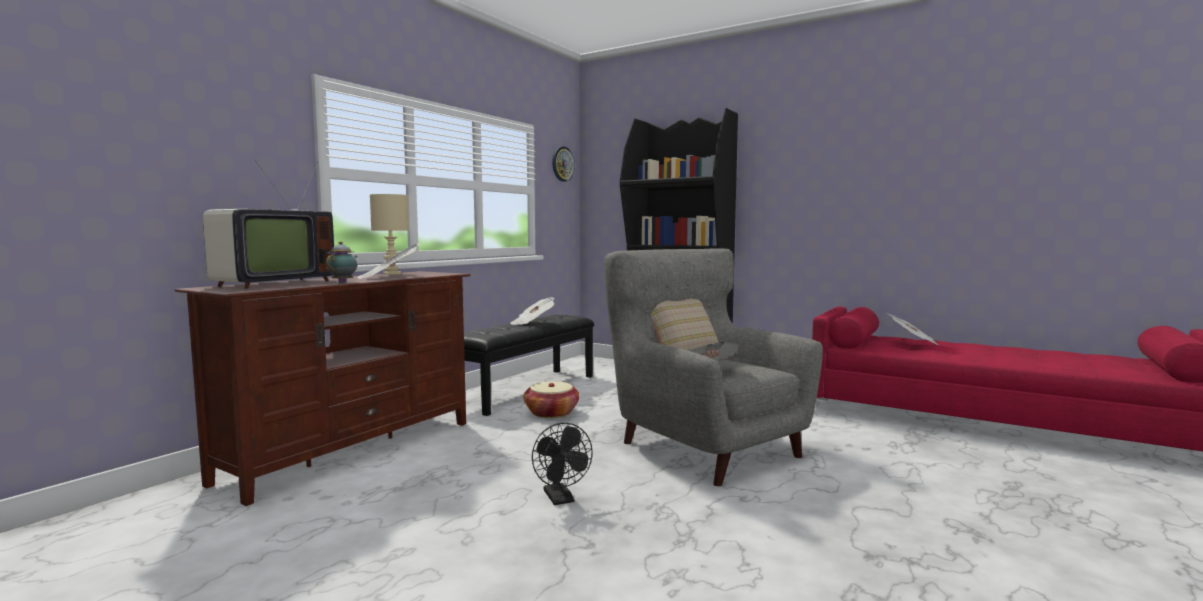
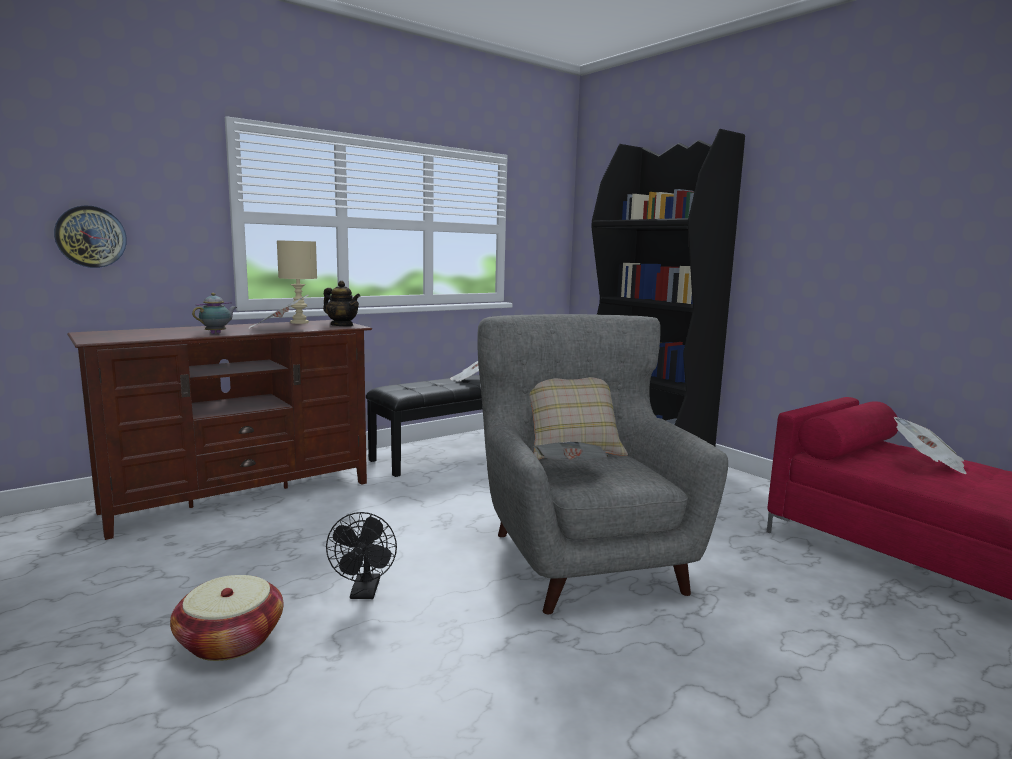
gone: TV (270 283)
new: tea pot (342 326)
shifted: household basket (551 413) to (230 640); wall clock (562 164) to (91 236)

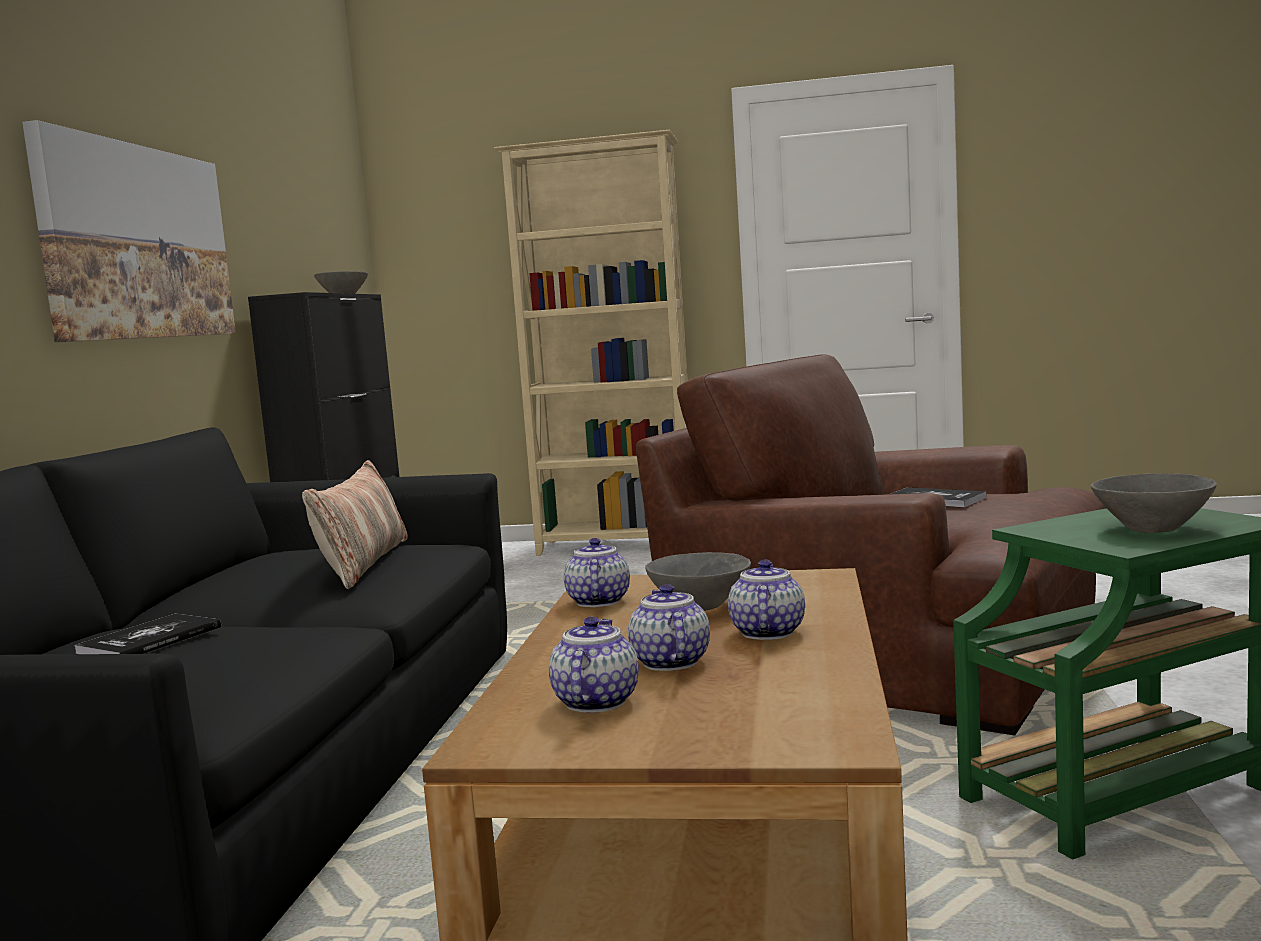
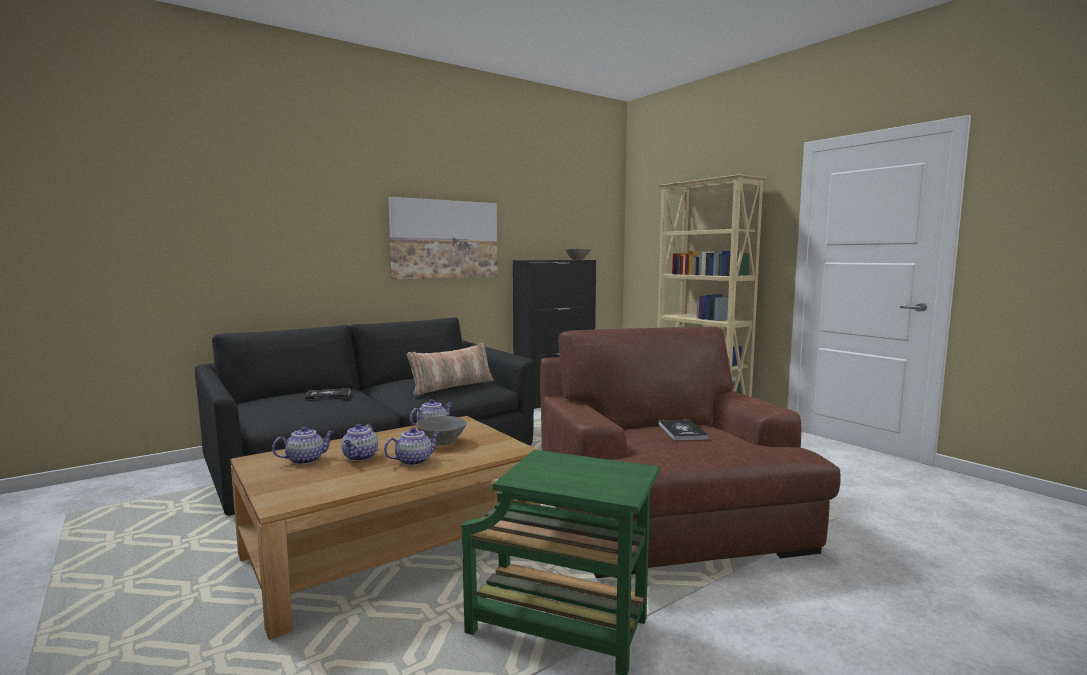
gone: gray serving bowl (1150 528)
rotated: tea pot (669 662) = (360 457) 150 degrees clockwise

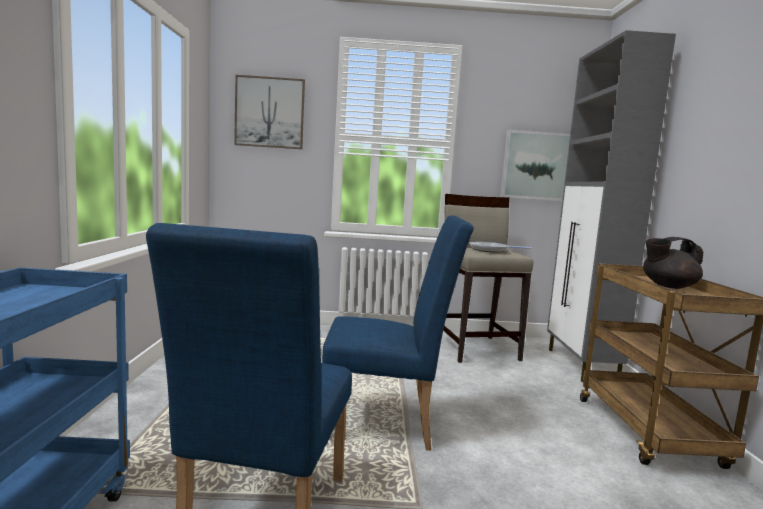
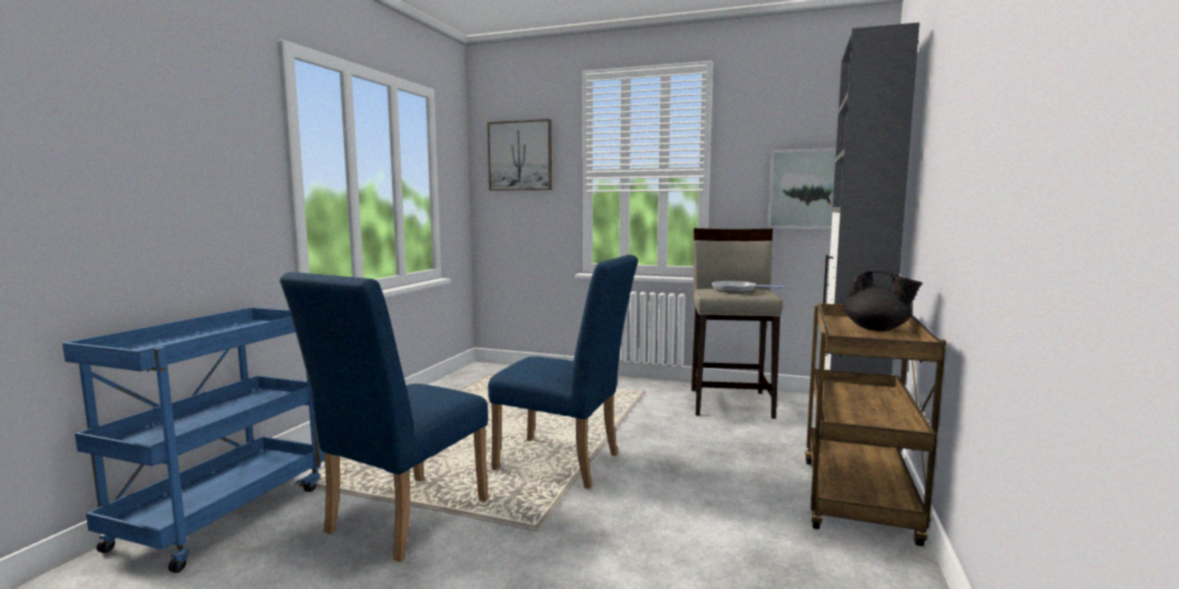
rotated: black tea pot (668 286) = (877 329) 150 degrees counterclockwise

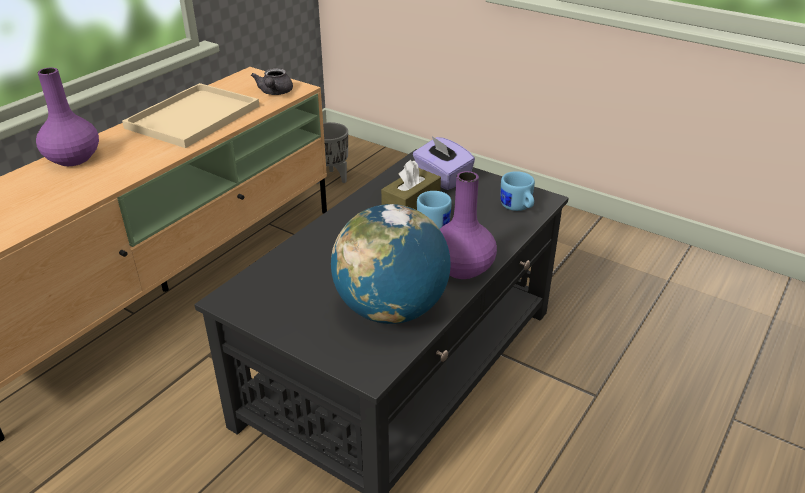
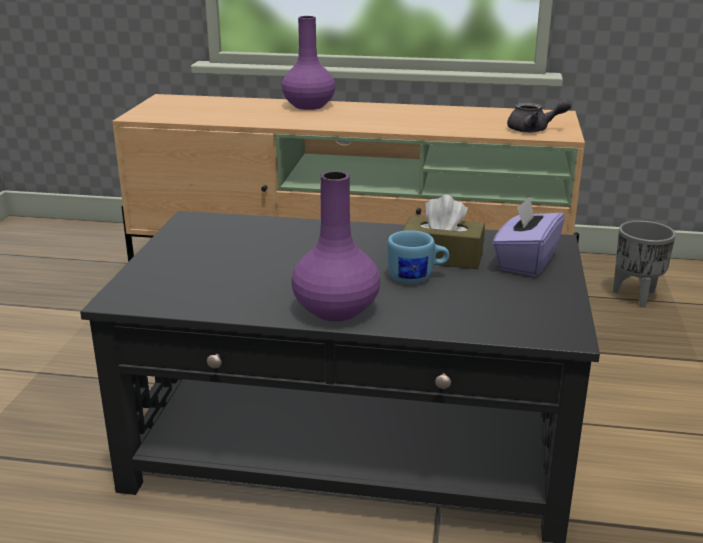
gone: beige-coloured carrying tray (194 116); desk globe (391 310); blue-coloured coffee mug (517 208)
rotated: gray tea pot (274 93) = (534 130) 150 degrees counterclockwise

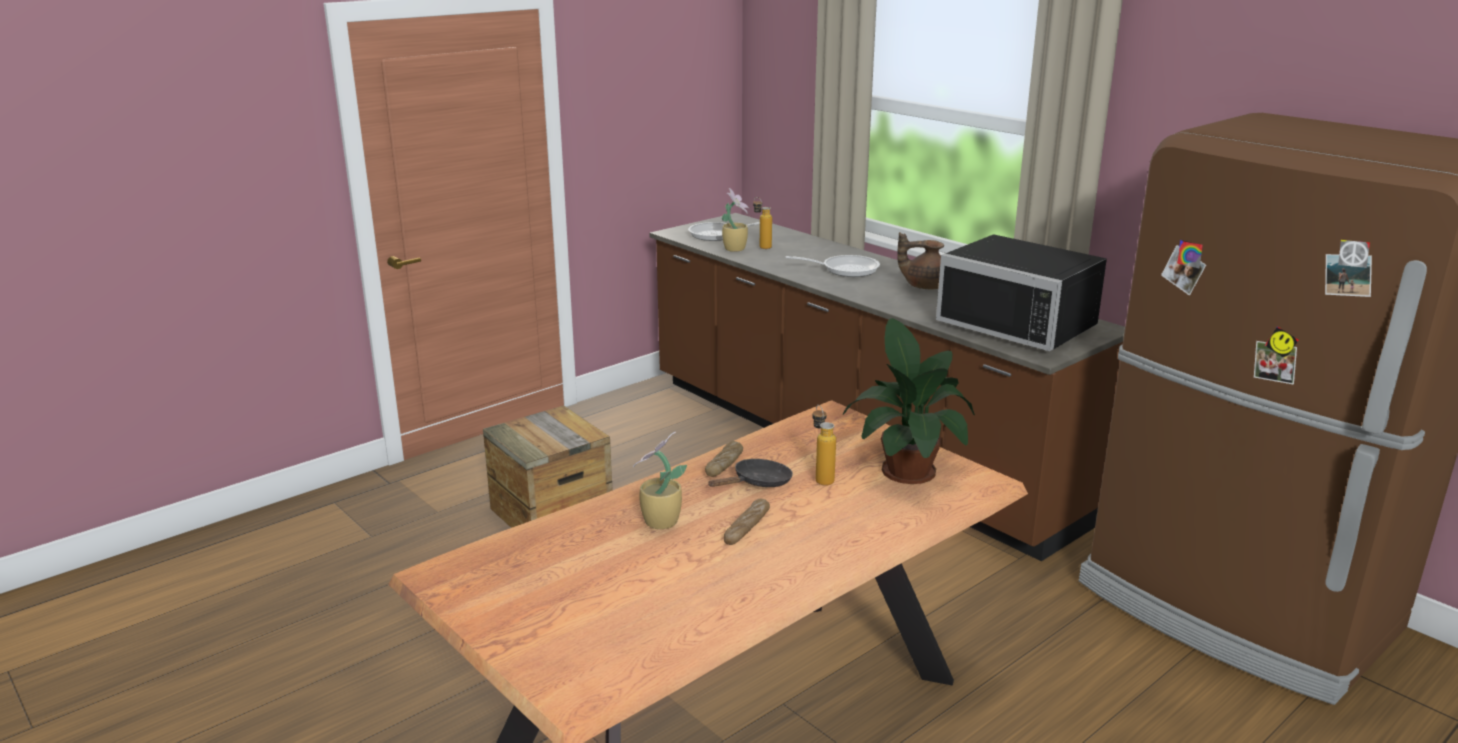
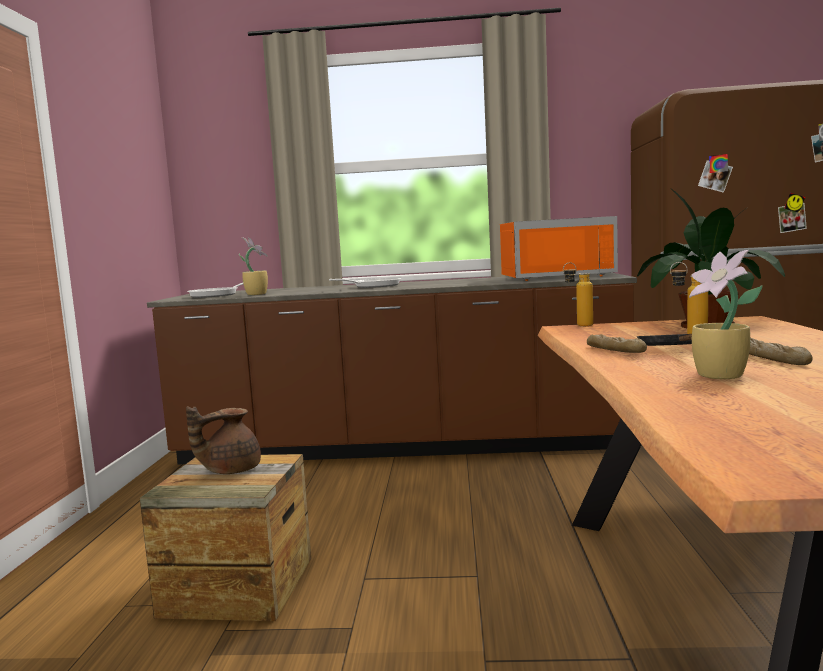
shifted: drink bottle (761 246) to (578 325); brown-coloured tea pot (923 286) to (230 470)
repainted: black microwave (1022 324) to orange microwave (555 276)

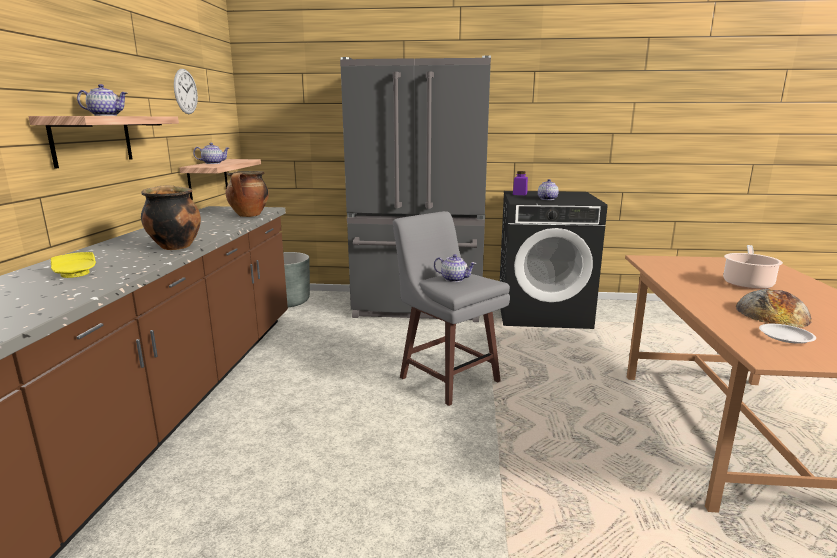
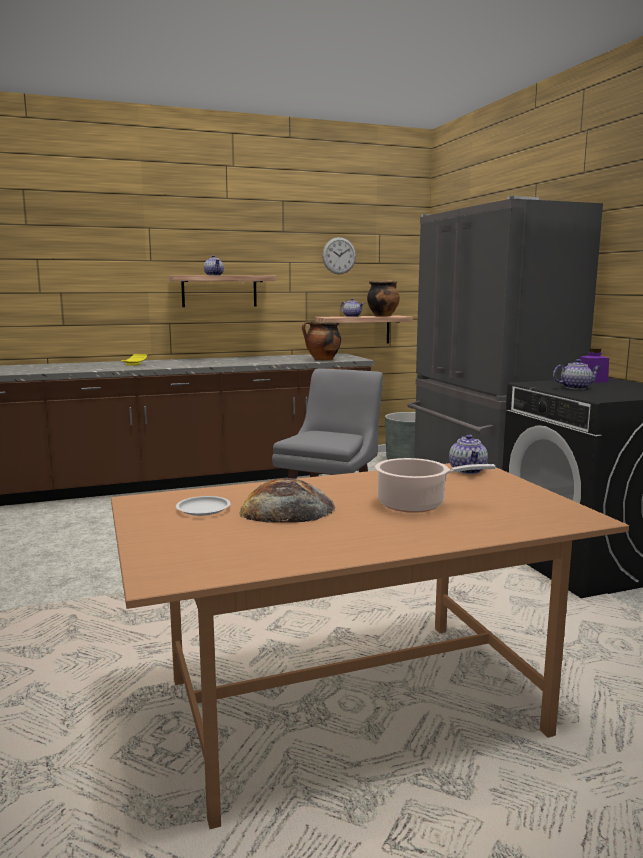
shifted: cooking pot (174 246) to (383 316); tea pot (454 279) to (468 470)

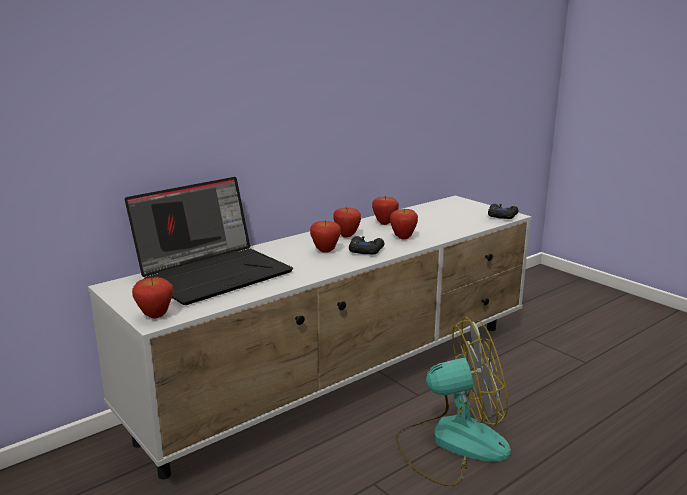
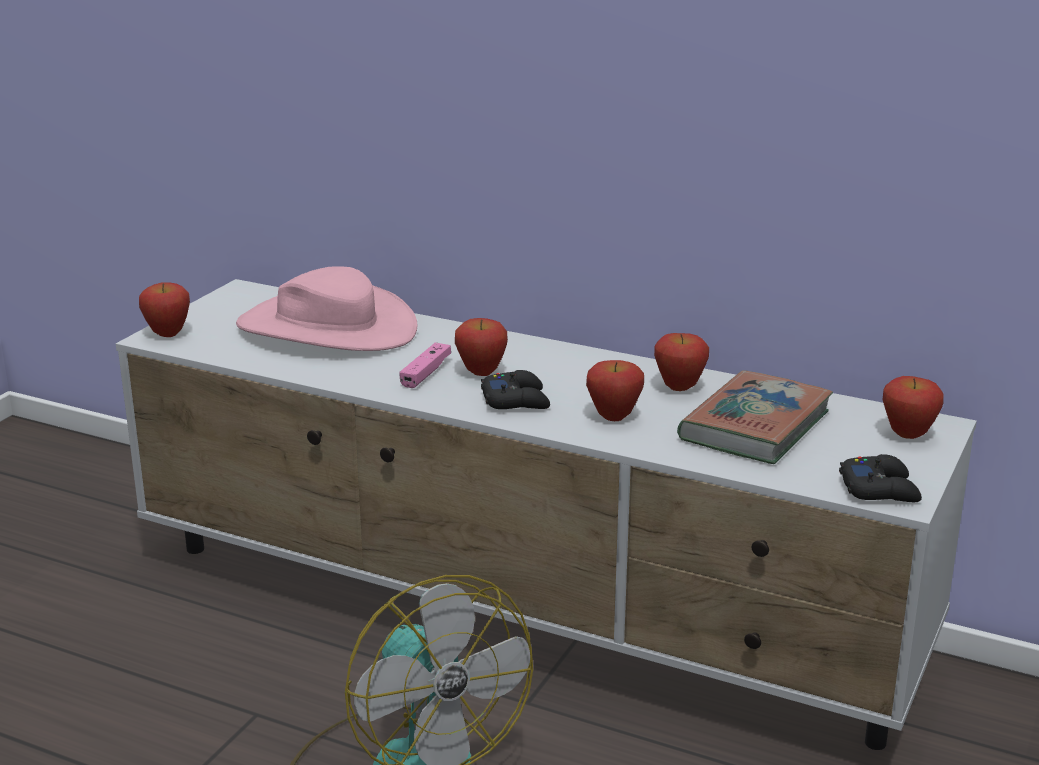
new: pinkish joypad (426 373); volume (755 426)
shifted: whole apple (347 236) to (908 435)
swapped: laptop (215 273) to pinkish clothing hat (327 328)

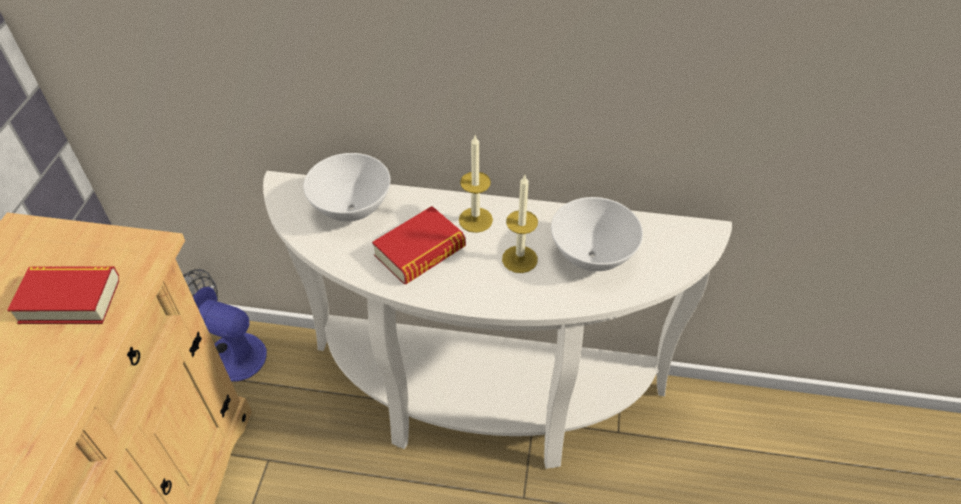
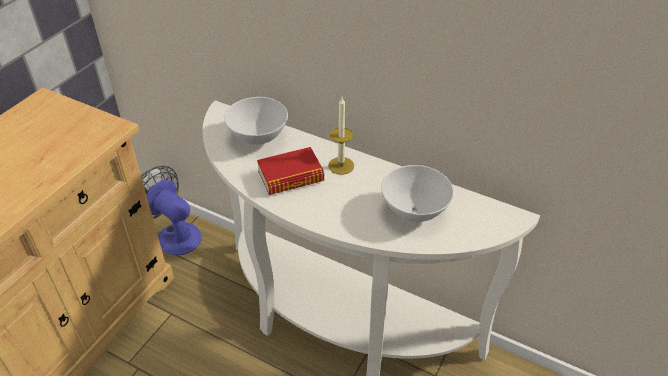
gone: volume (70 300); wax candle (519 259)

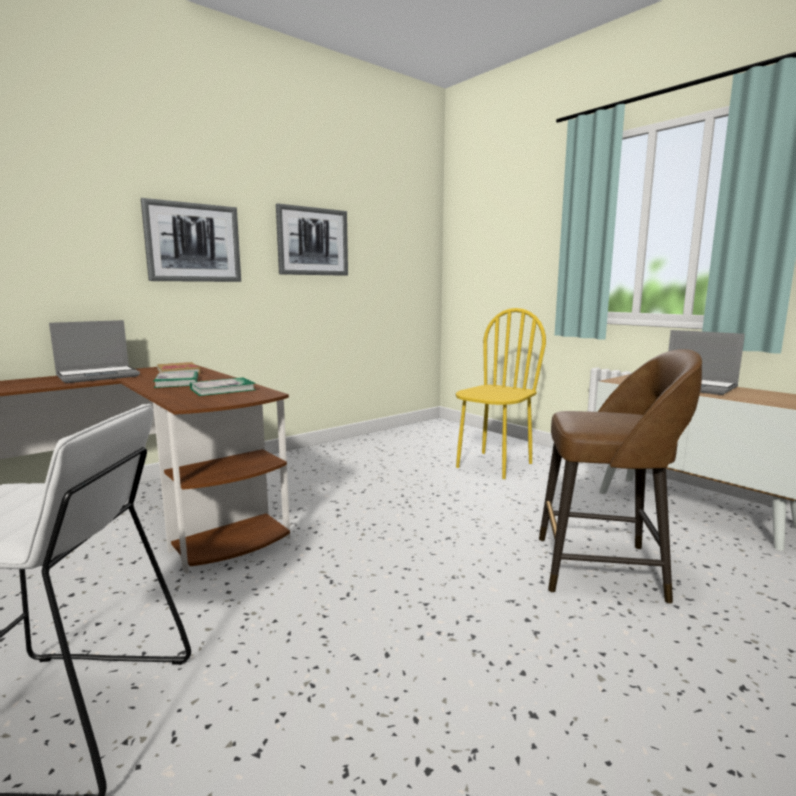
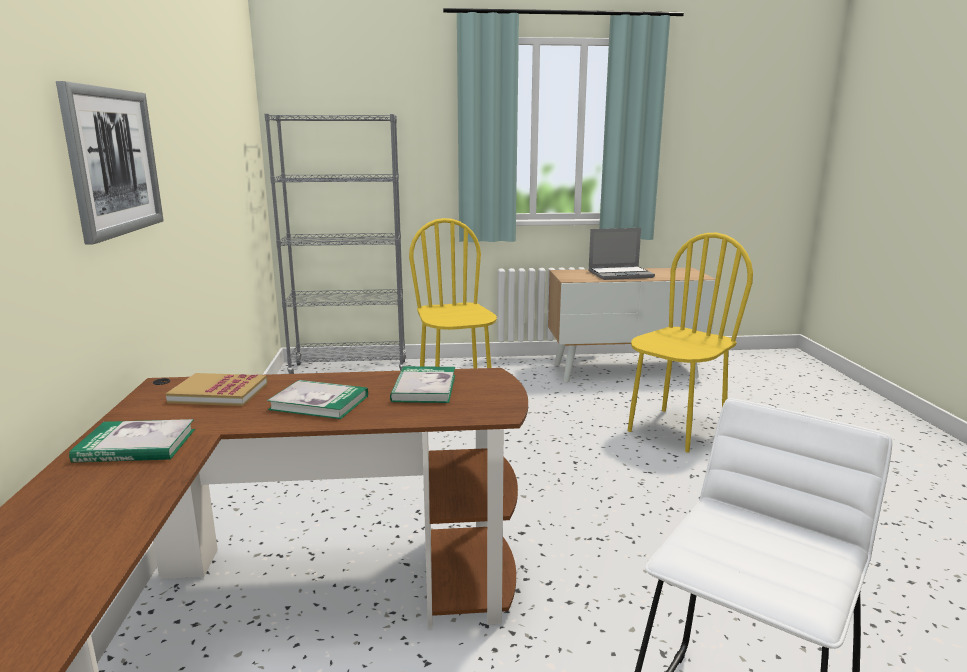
gone: wall picture (313 241)
new: gray shelving unit (350 369)
swapped: laptop (99 376) to volume (136 445); brown-coloured stool seat (603 568) to yellow upright chair (675 430)

